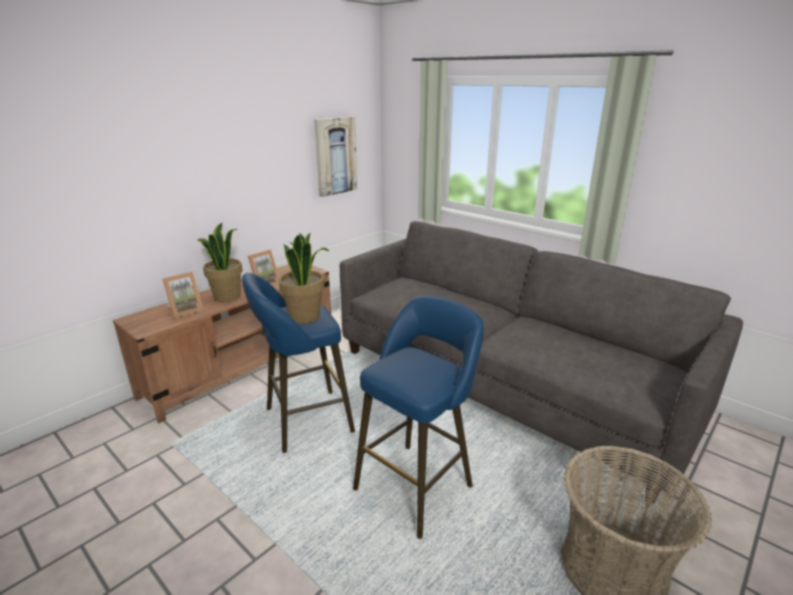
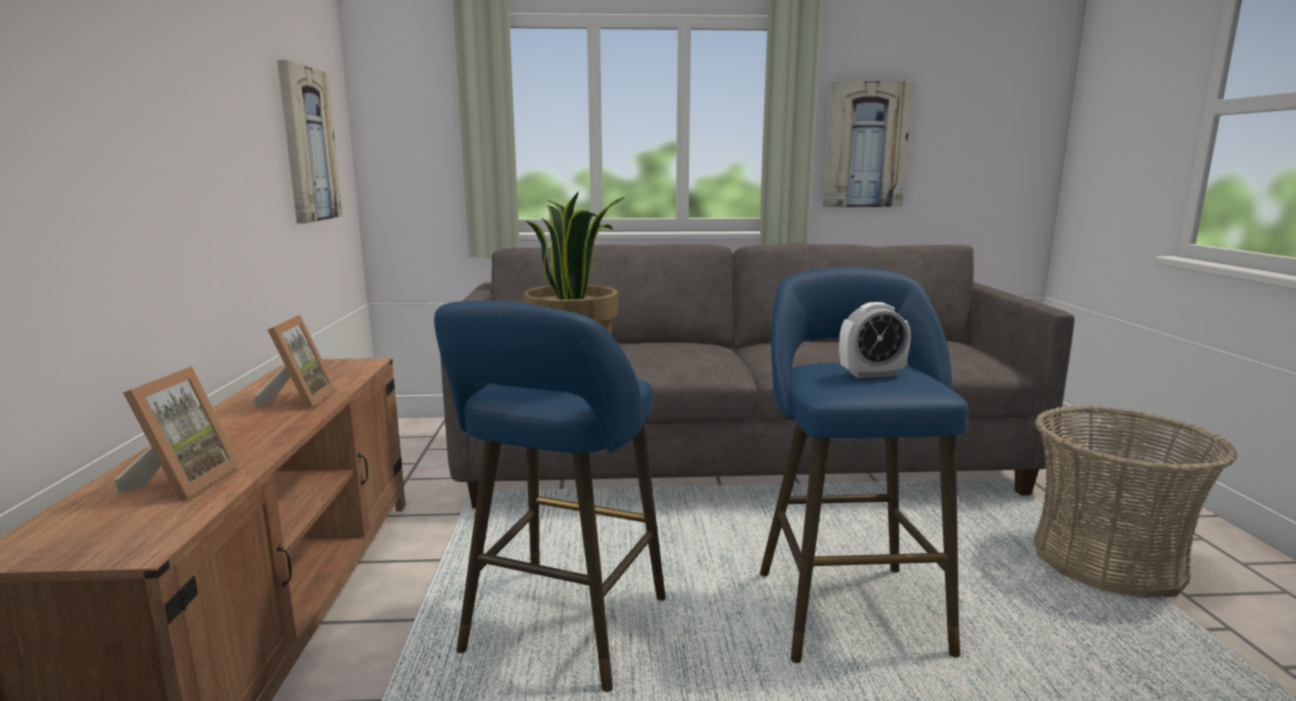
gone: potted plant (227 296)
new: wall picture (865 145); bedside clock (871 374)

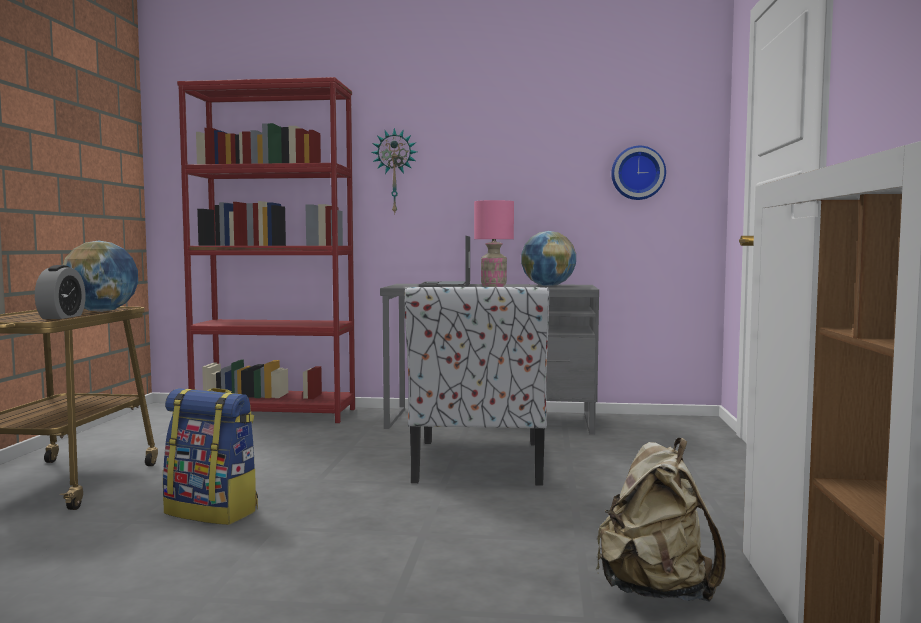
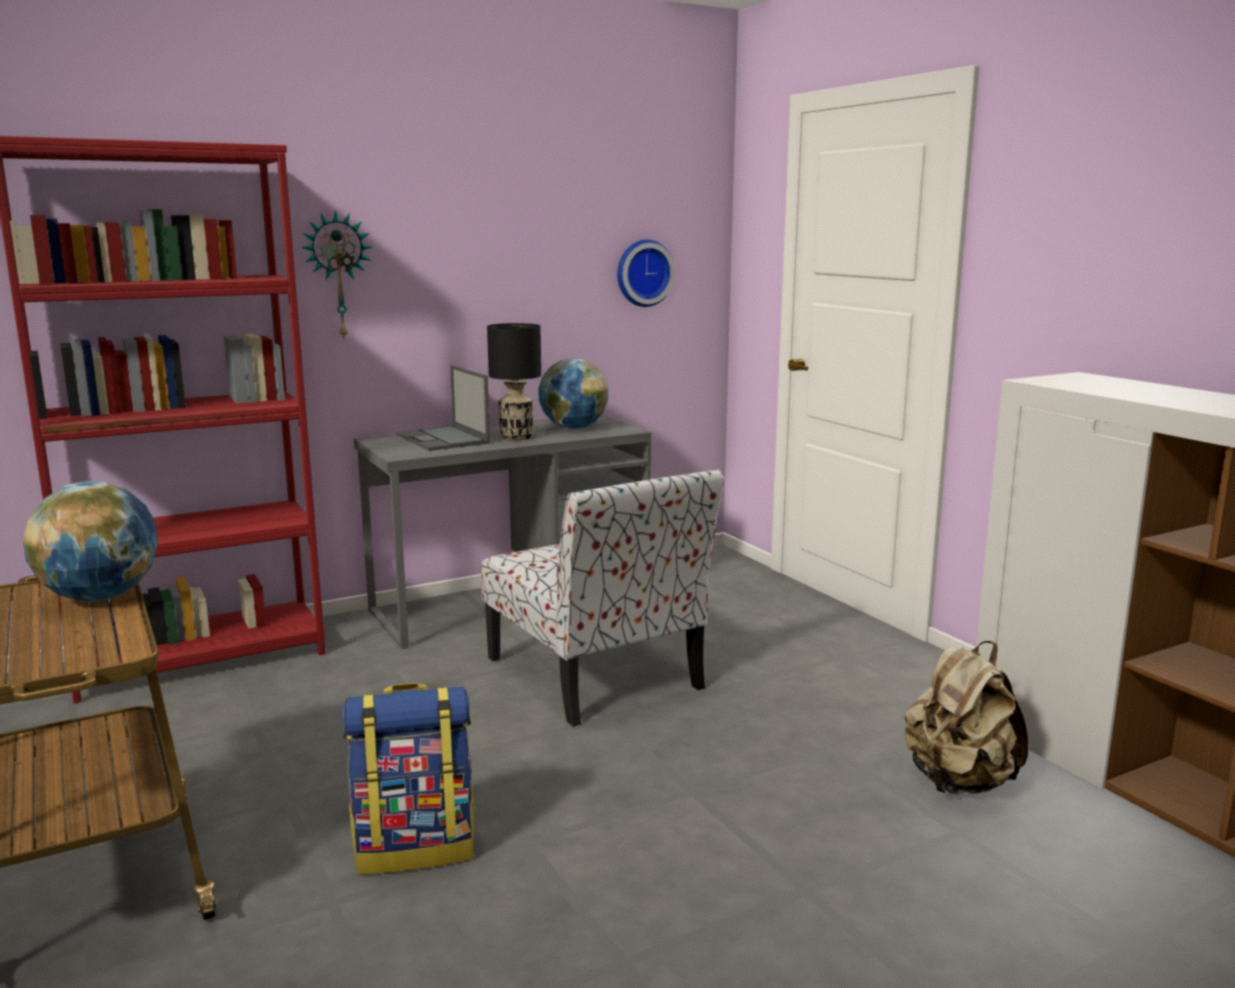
gone: bedside clock (62 317)
repainted: pinkish lamp for a table (493 286) to black lamp for a table (515 437)

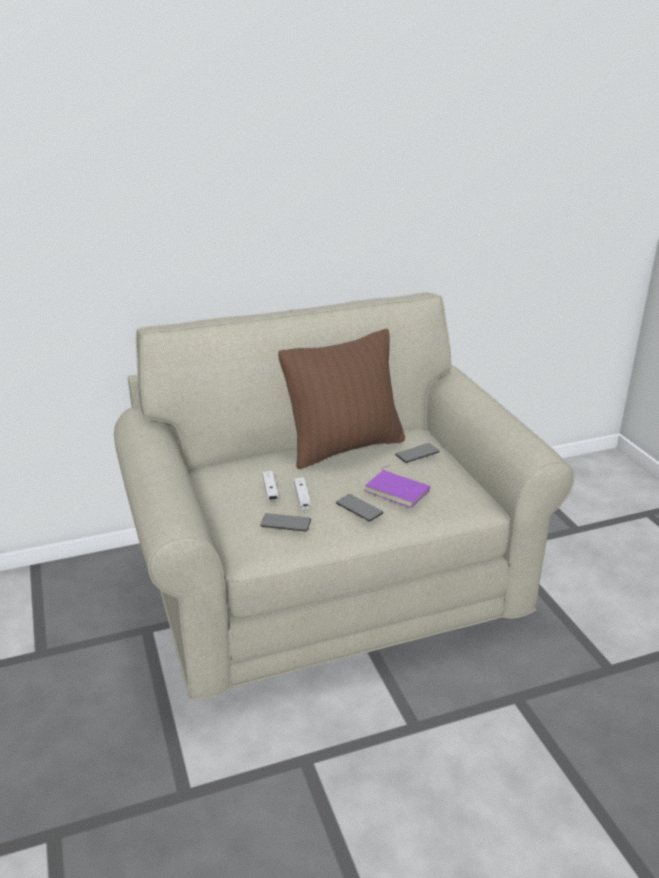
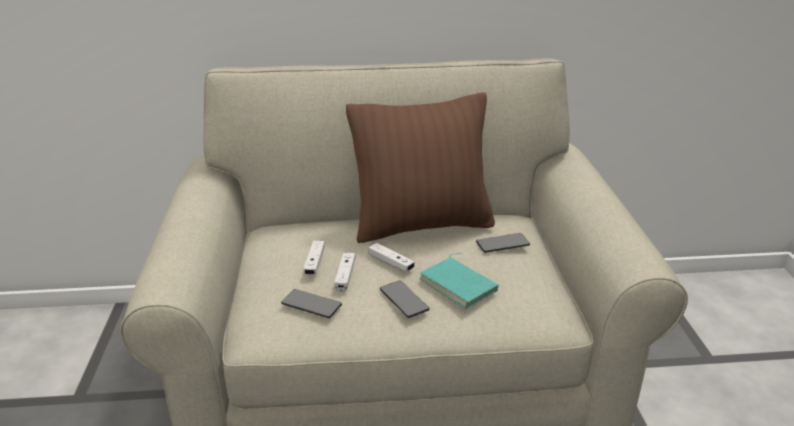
new: white-coloured joypad (391 263)
repainted: purple volume (398 490) to blue-green volume (460 285)

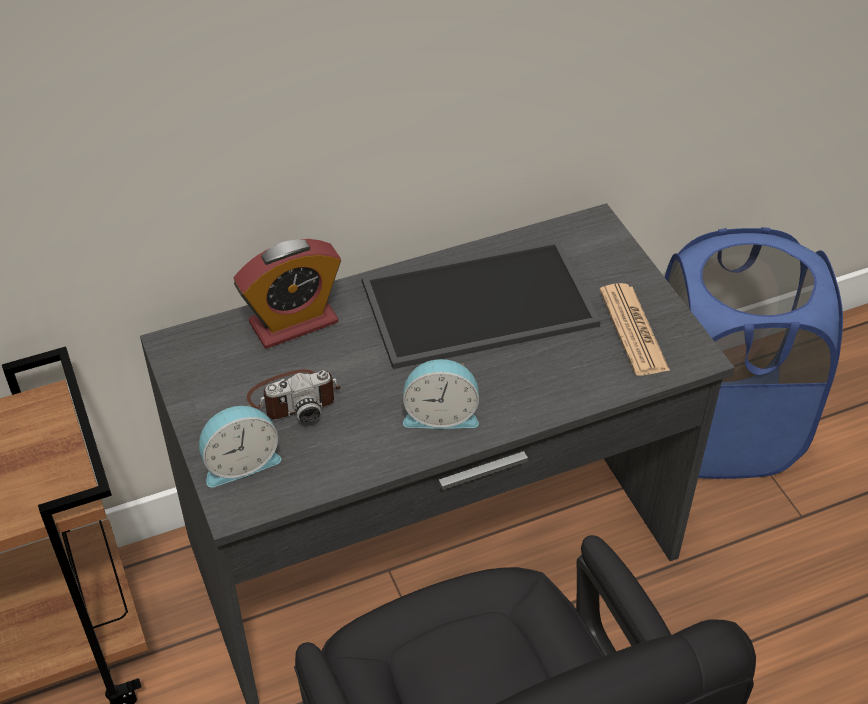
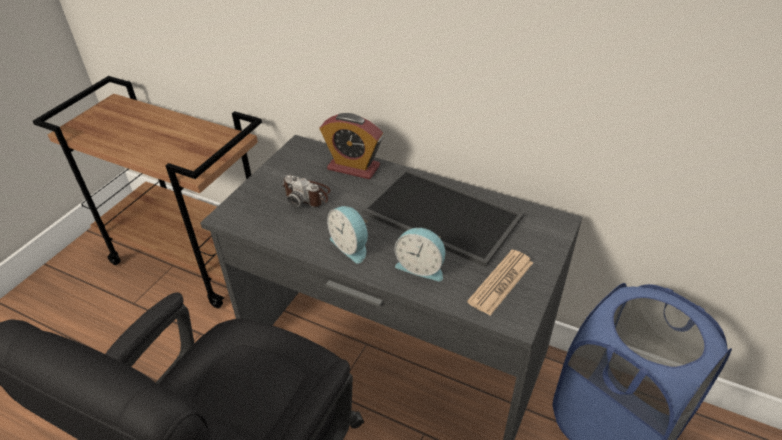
shifted: bedside clock (240 462) to (421 267)

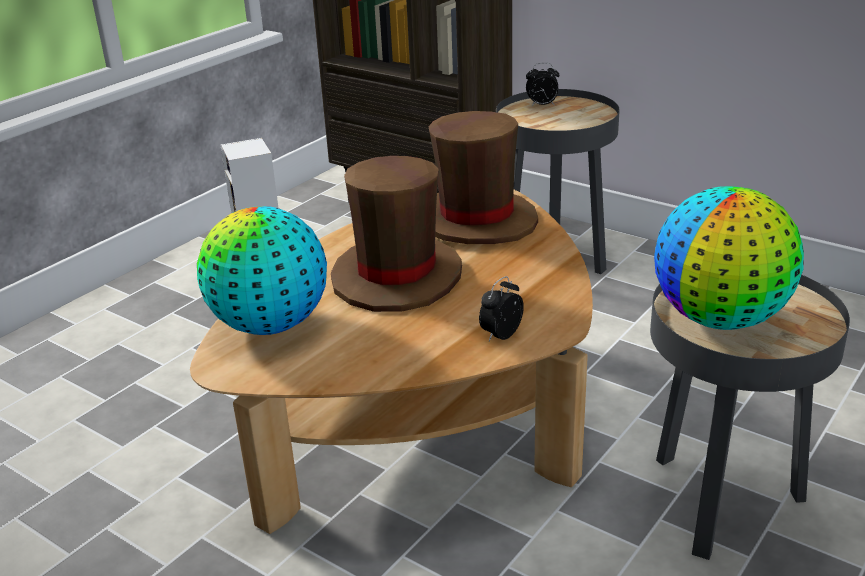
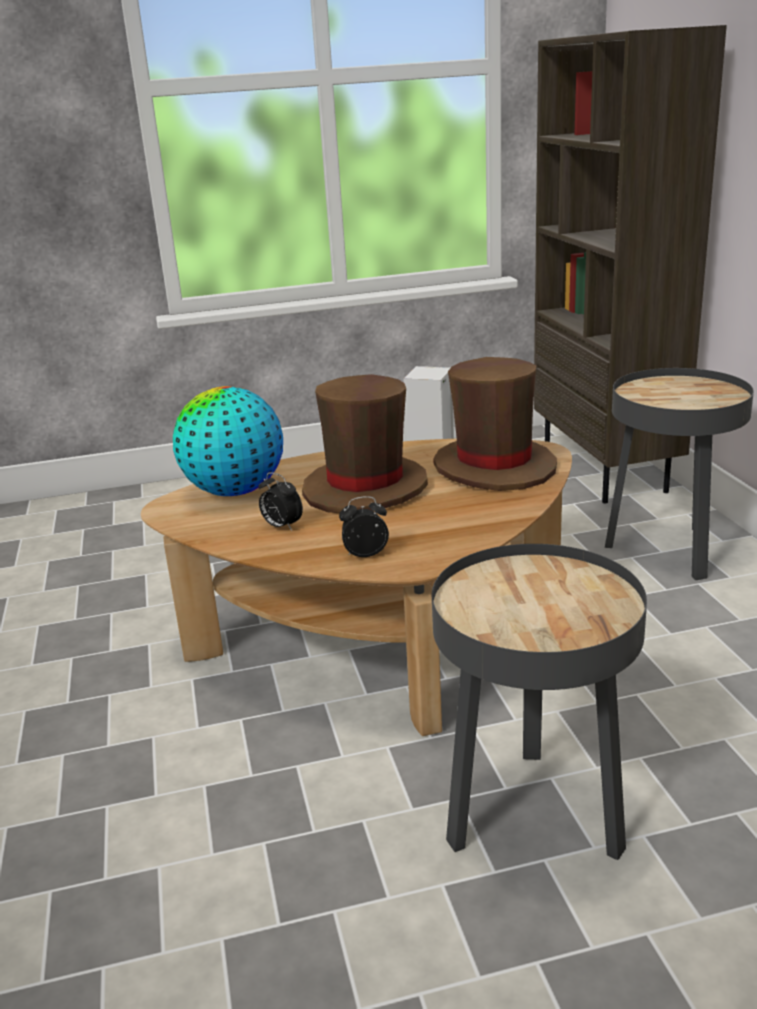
gone: desk globe (720 319)
shifted: bedside clock (542 105) to (281 526)

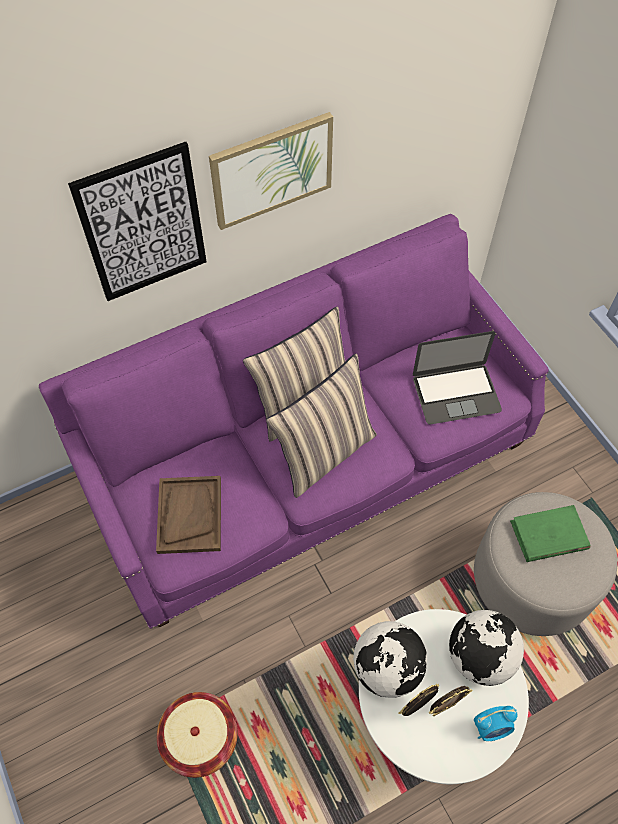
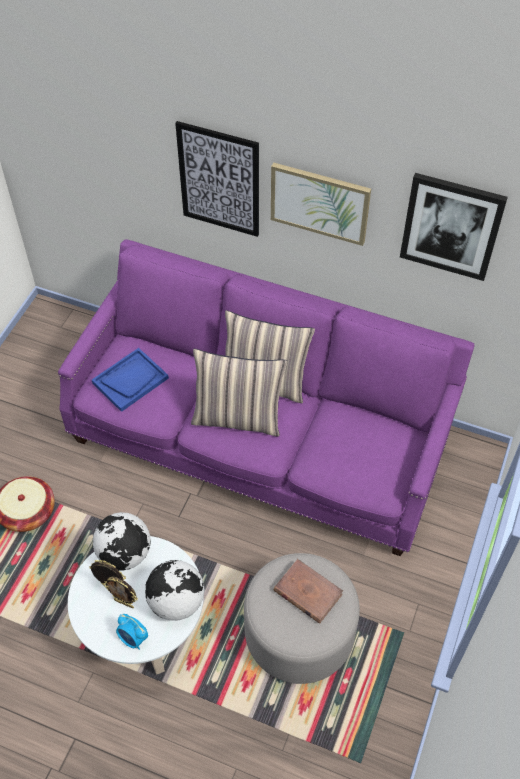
gone: laptop (456 393)
new: wall picture (451 226)
repainted: brown-coloured carrying tray (189 515) to blue-coloured carrying tray (130 380); green volume (548 535) to brown-coloured volume (307 592)

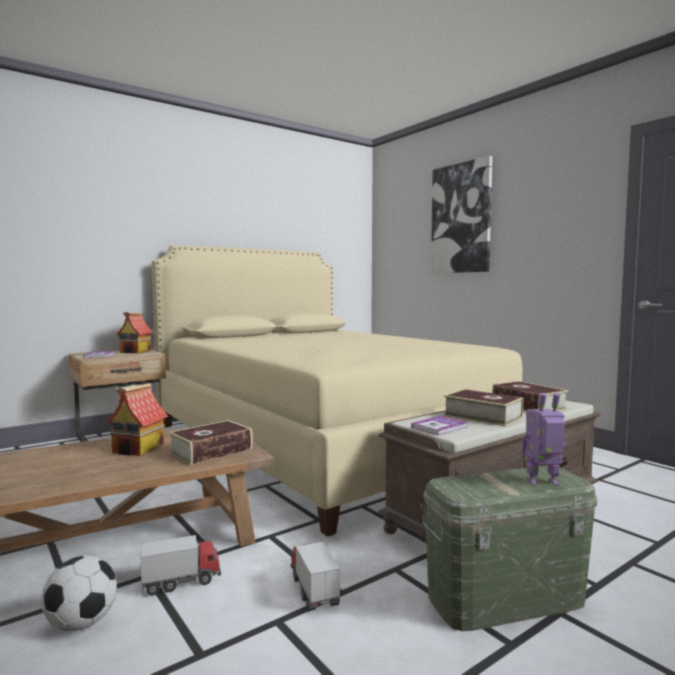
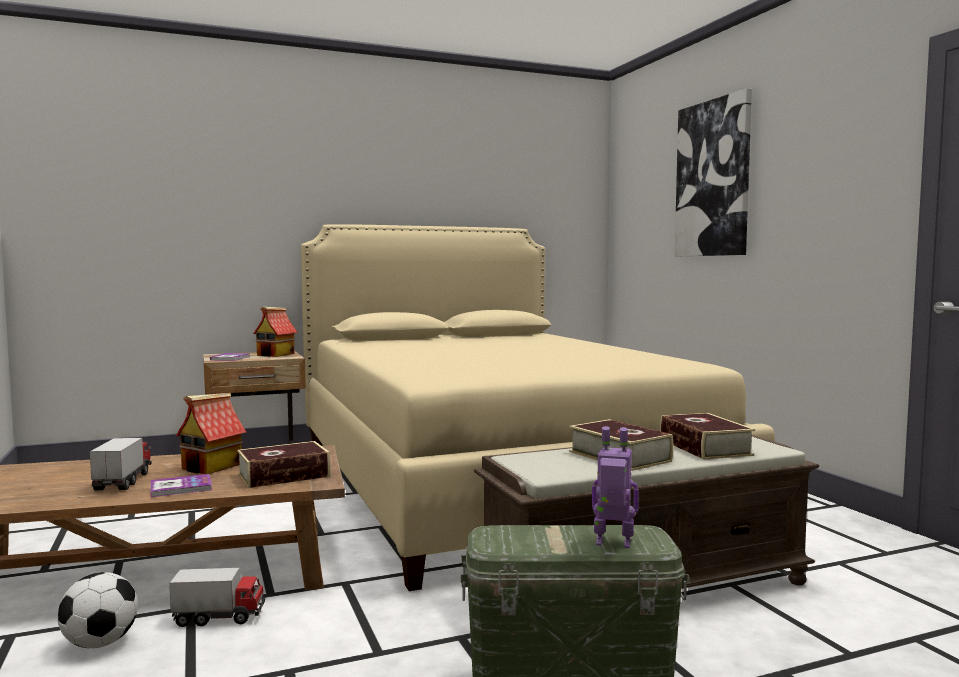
shifted: model truck (313 590) to (123 481); volume (439 427) to (181 487)

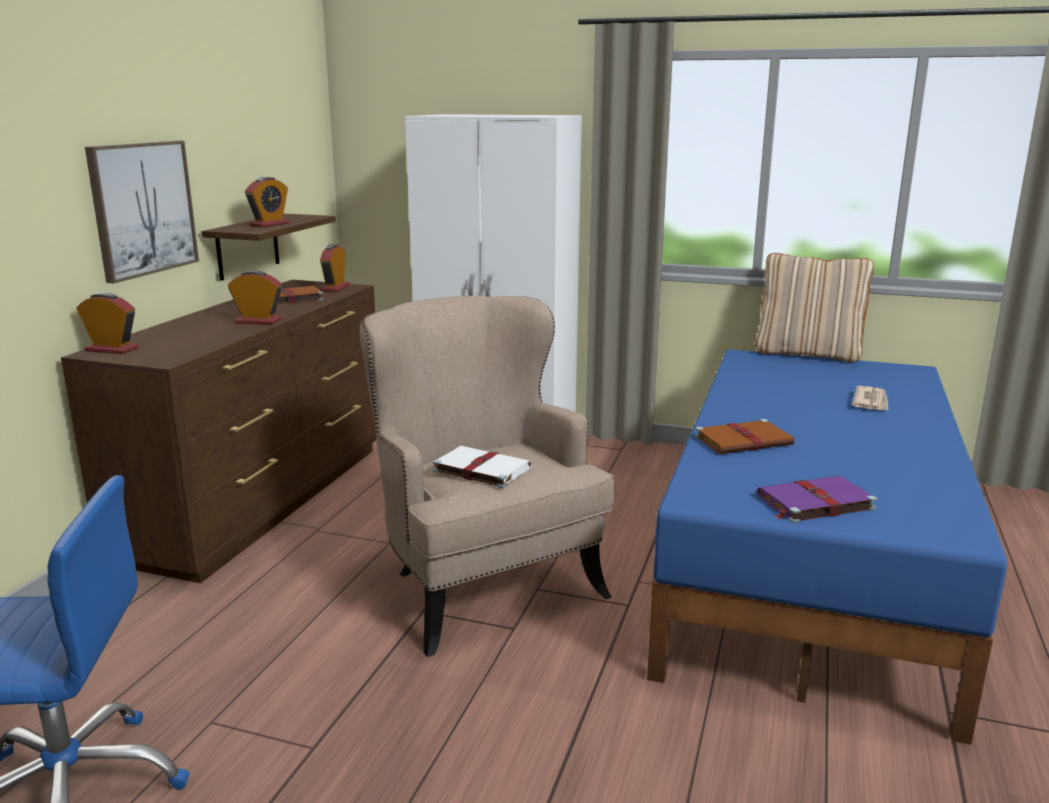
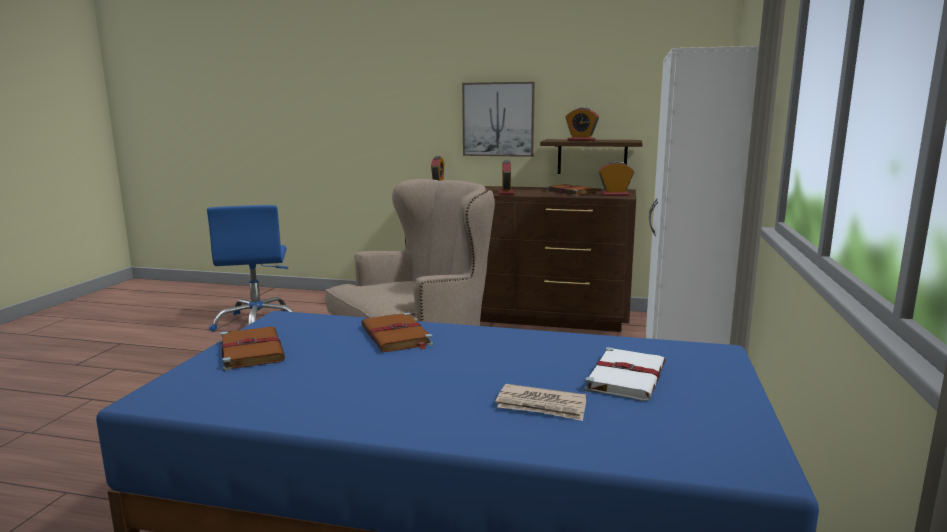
gone: beige-coloured cushion (808 353)
shifted: white-coloured volume (480 469) to (626 377)
repainted: purple volume (814 503) to brown-coloured volume (251 350)

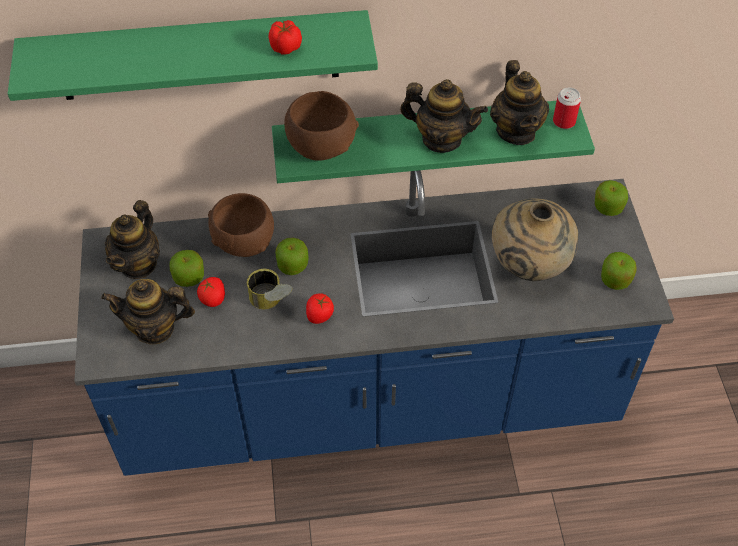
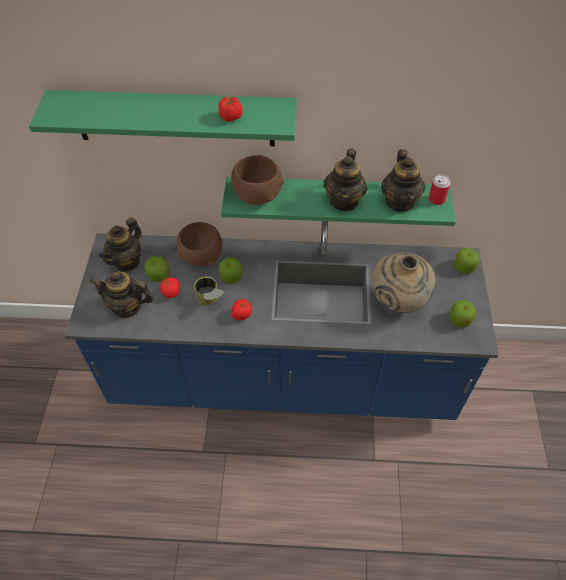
rotated: tea pot (441 139) = (344 201) 75 degrees clockwise

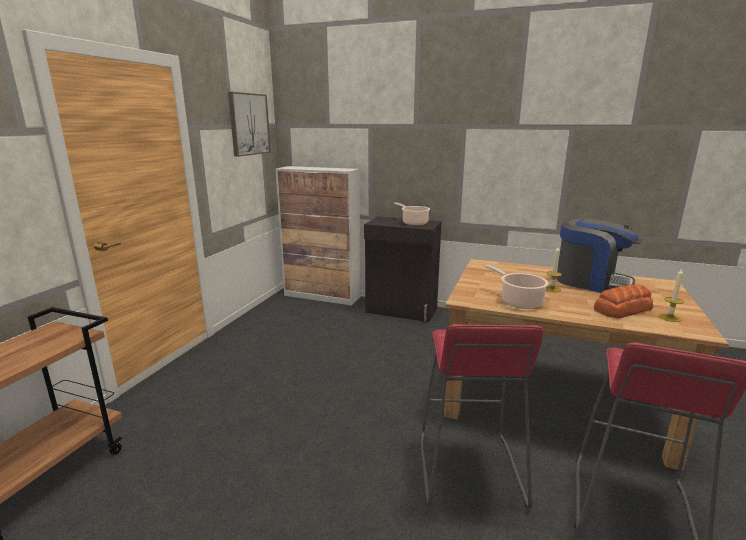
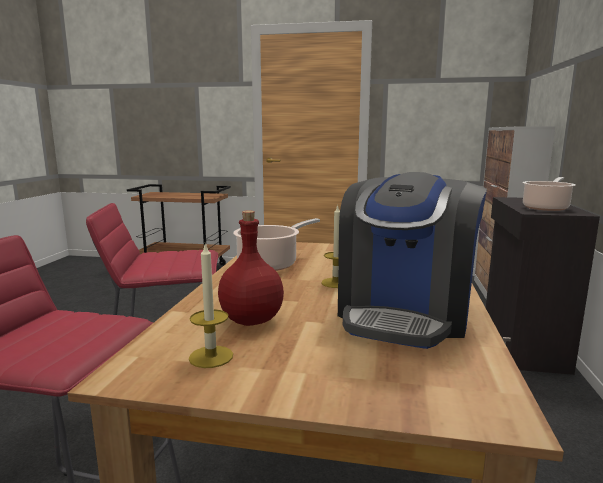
gone: wall picture (249 124)
swapped: bread (621 309) to reddish drink bottle (251 320)

